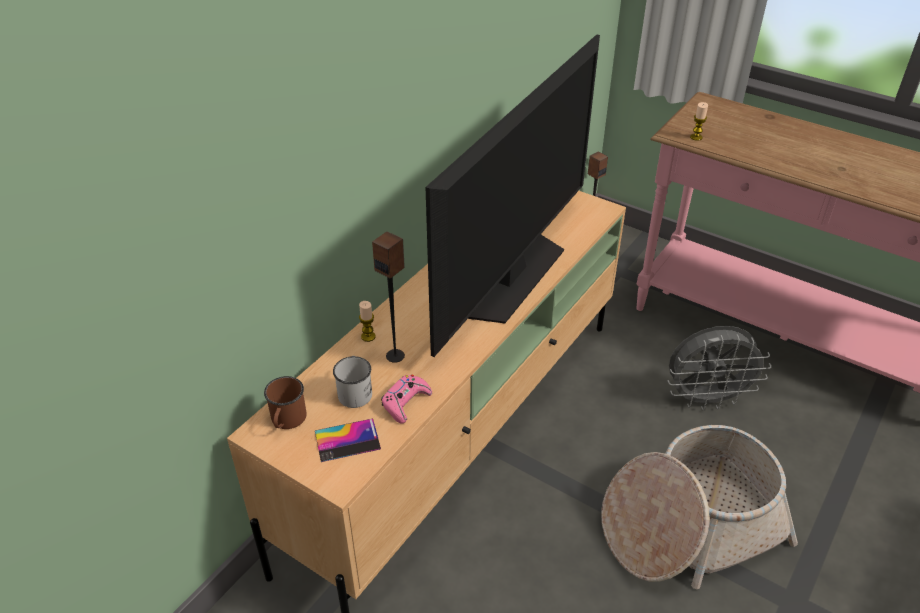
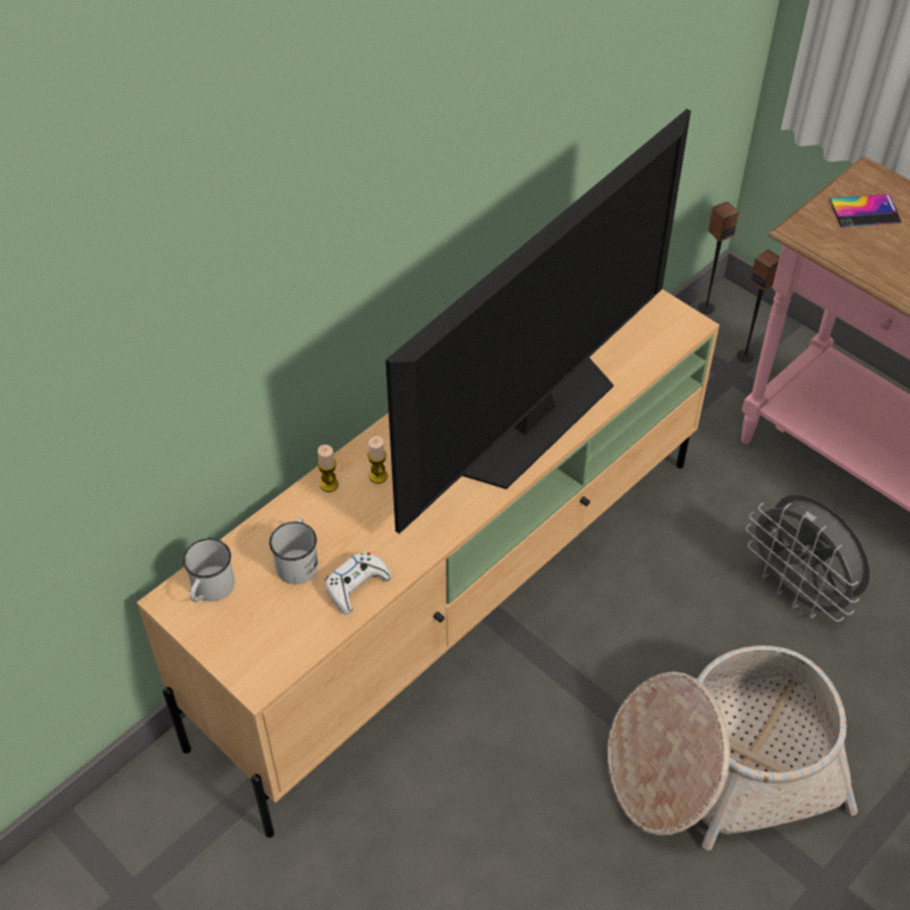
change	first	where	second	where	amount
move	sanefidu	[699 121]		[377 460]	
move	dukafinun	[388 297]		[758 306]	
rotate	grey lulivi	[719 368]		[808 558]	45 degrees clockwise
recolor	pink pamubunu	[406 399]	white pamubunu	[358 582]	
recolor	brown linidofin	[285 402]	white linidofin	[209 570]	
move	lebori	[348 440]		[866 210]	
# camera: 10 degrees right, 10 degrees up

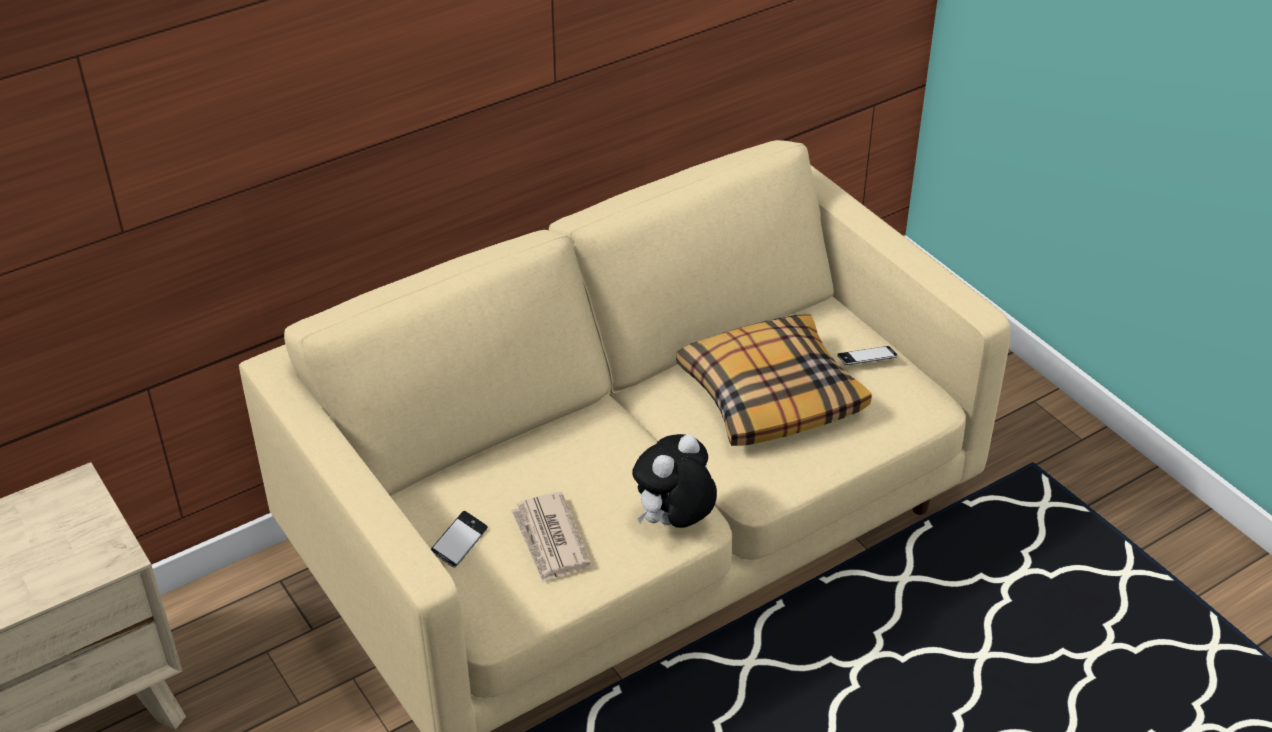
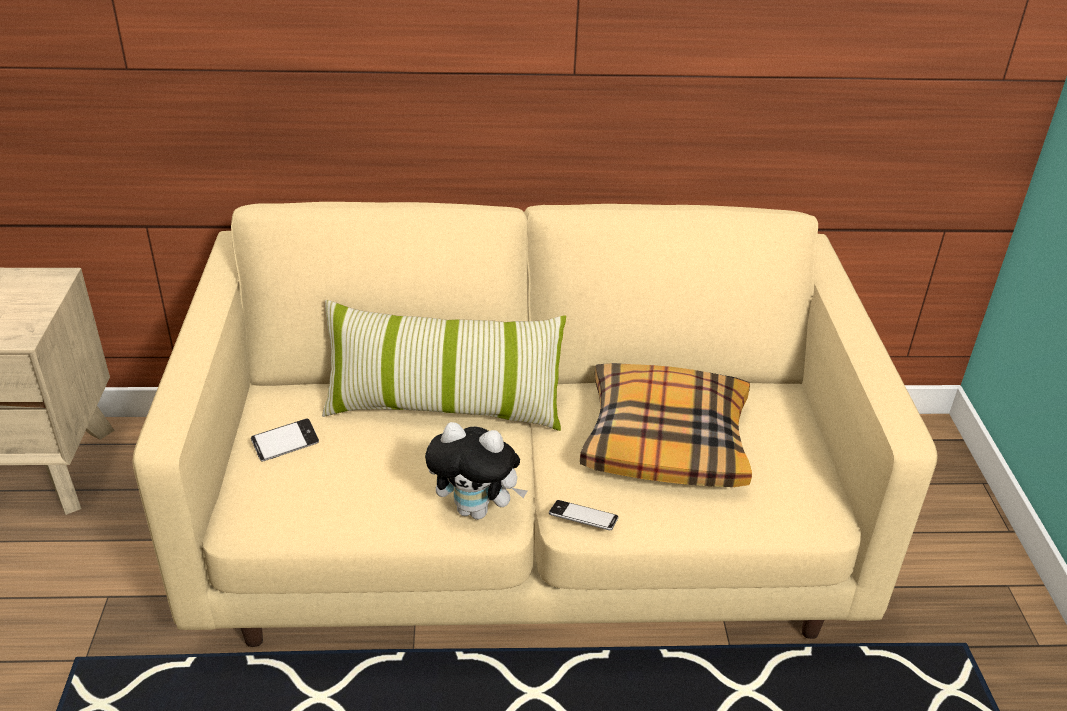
change	first	where	second	where	amount
move	lebori	[867 355]		[583 515]	
rotate	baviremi	[674 481]		[476 471]	150 degrees counterclockwise
delete	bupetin	[550 537]			
insert			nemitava	[444 365]	
# camera: 30 degrees right, 5 degrees down

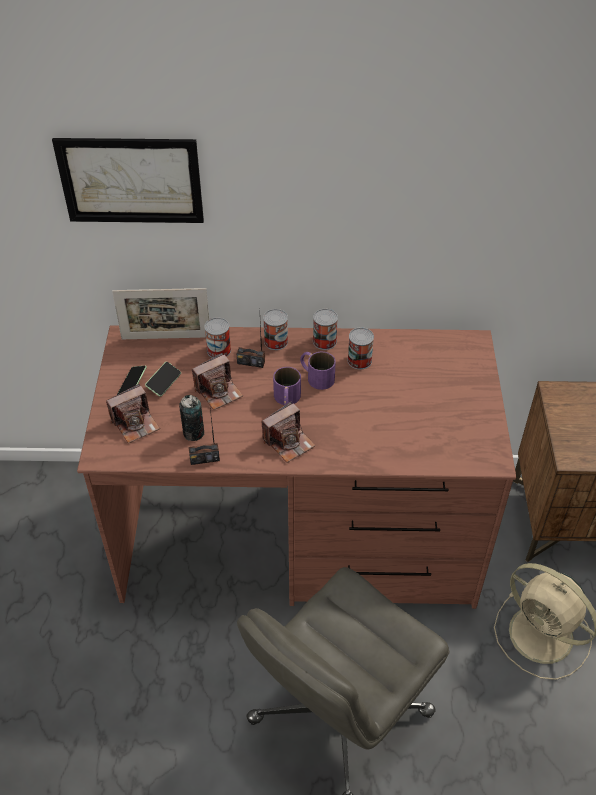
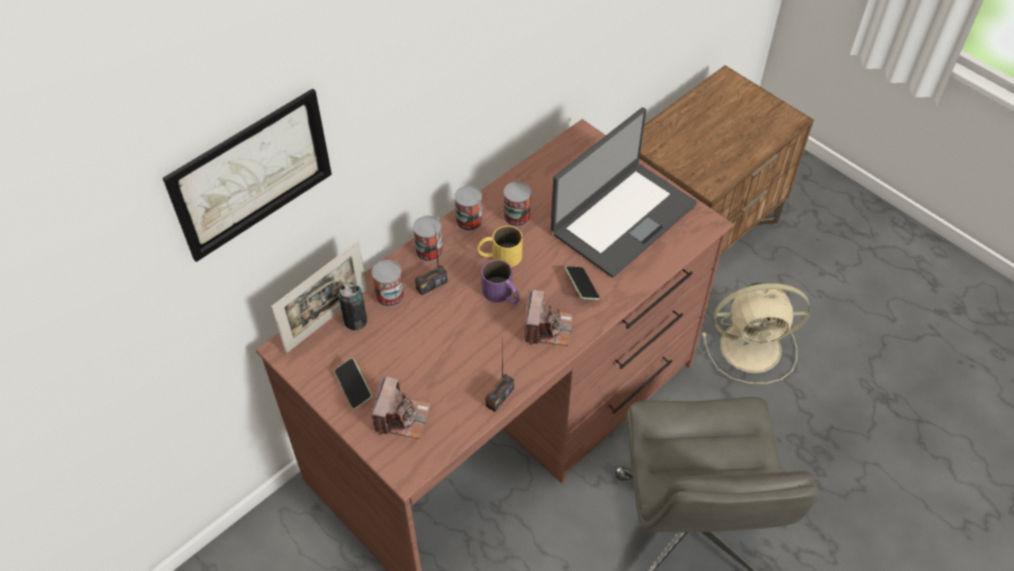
change	first	where	second	where	amount
recolor	purple linidofin	[318 371]	yellow linidofin	[500 246]	
delete	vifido	[217 381]			
move	lebori	[163 379]		[582 283]	
move	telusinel	[191 418]		[352 306]	
insert			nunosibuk	[623 192]	
# camera: 45 degrees left, 5 degrees up

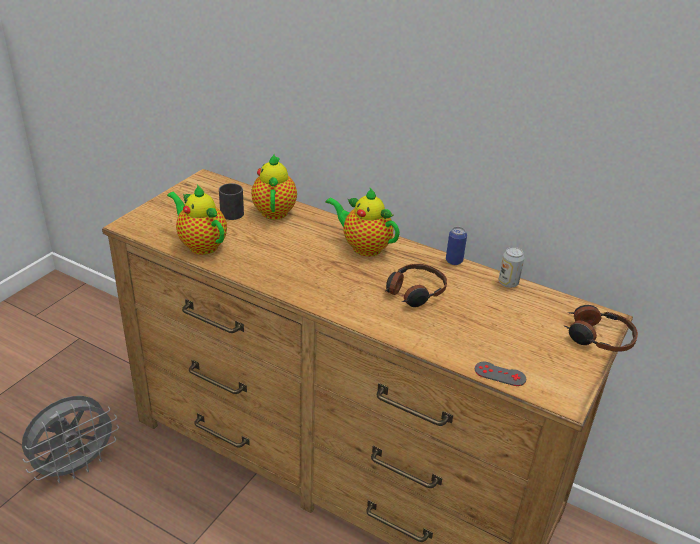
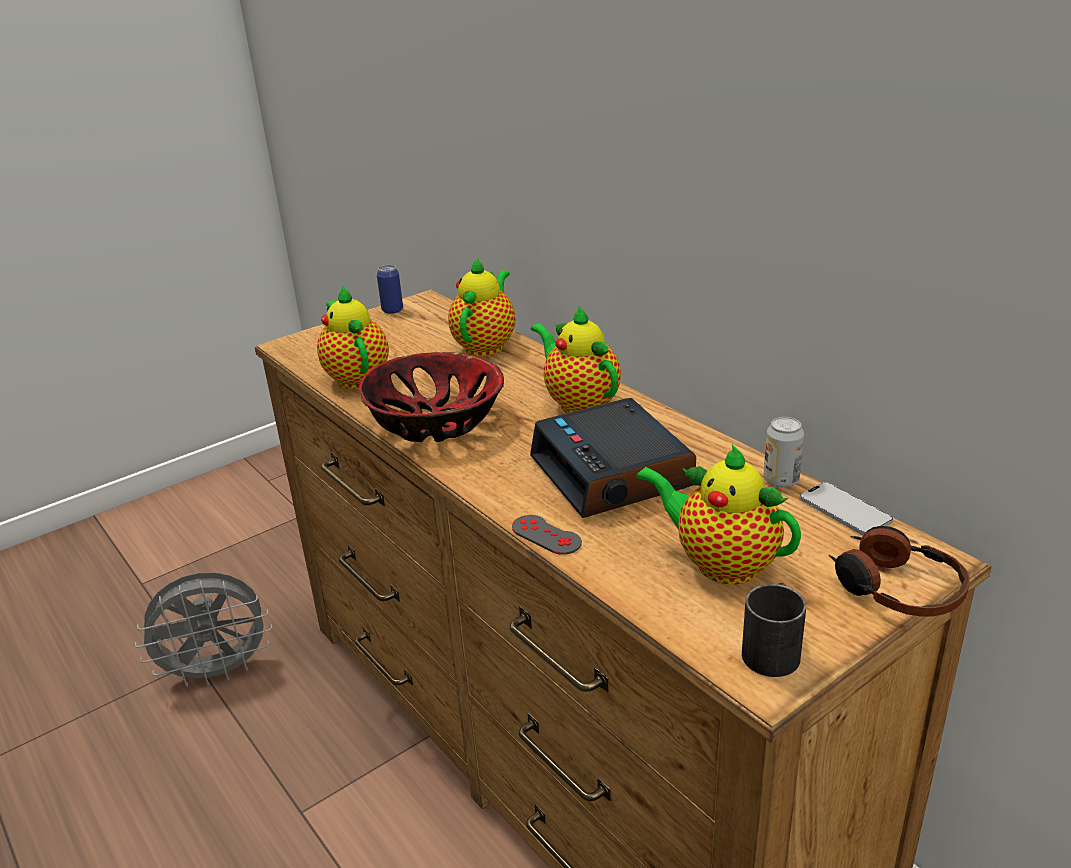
change	first	where	second	where	amount
move	black linidofin	[231 201]		[774 630]	
move	telusinel	[456 245]		[390 289]	
replace	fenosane	[416 285]	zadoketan	[613 458]	
move	grey pamubunu	[500 374]		[547 535]	
insert			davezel	[431 397]	
insert			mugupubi	[718 514]	
insert			lebori	[846 508]	
# camera: 25 degrees right, 5 degrees down

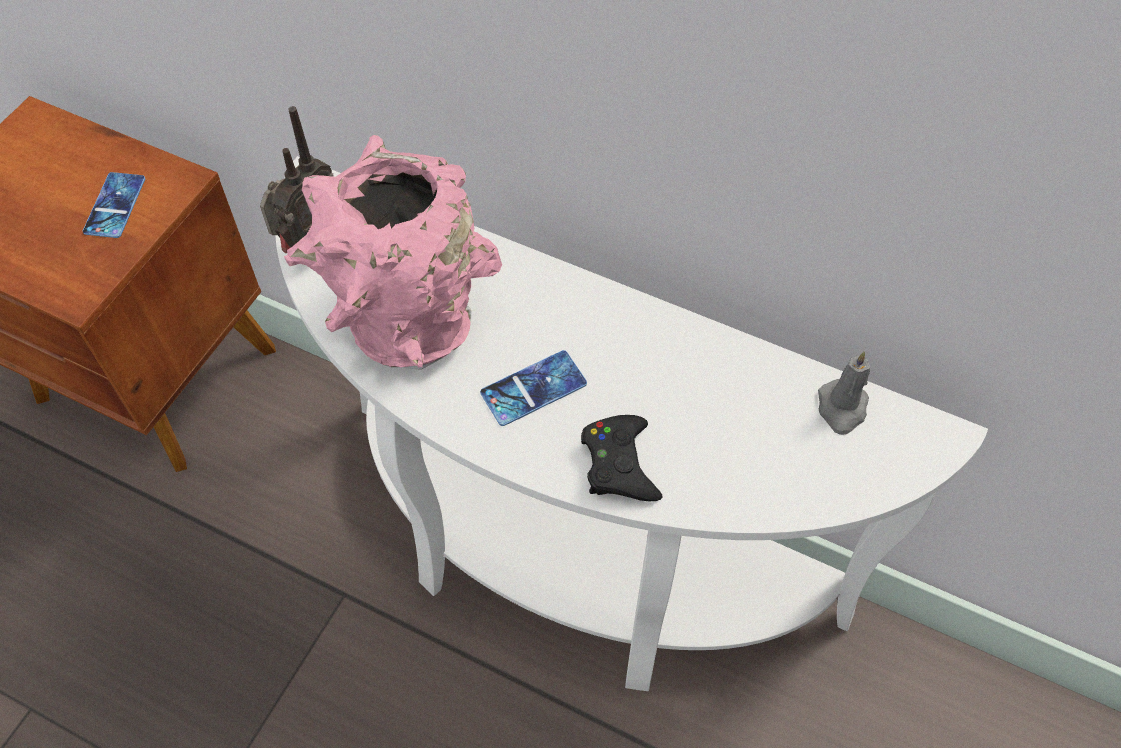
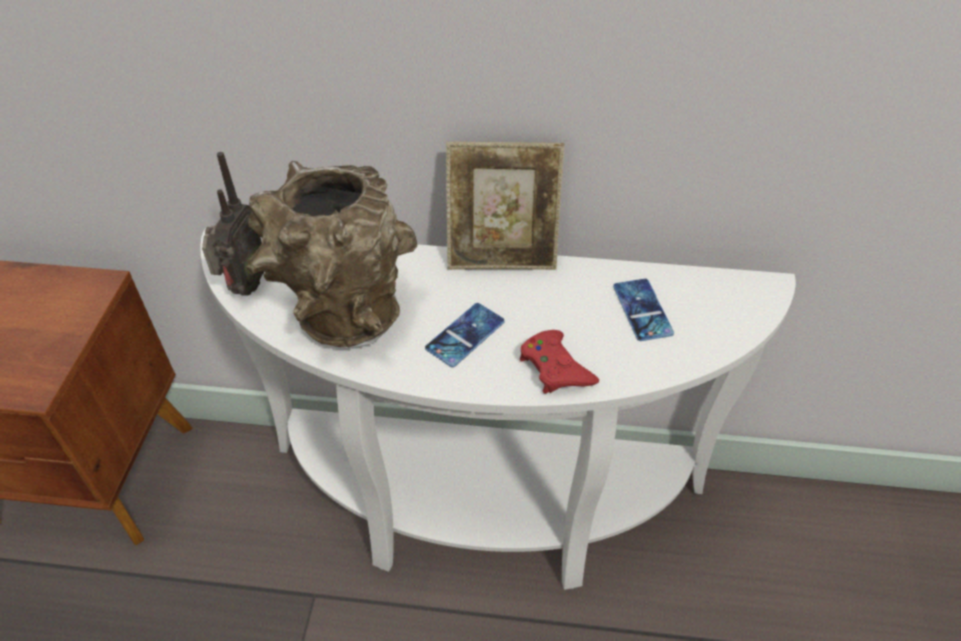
change	first	where	second	where	amount
recolor	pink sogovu	[393 252]	brown sogovu	[331 254]	
move	lebori	[114 205]		[643 310]	
delete	grey sanefidu	[844 393]			
recolor	black pamubunu	[621 458]	red pamubunu	[559 362]	
insert			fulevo	[505 205]	
# camera: 20 degrees left, 10 degrees down

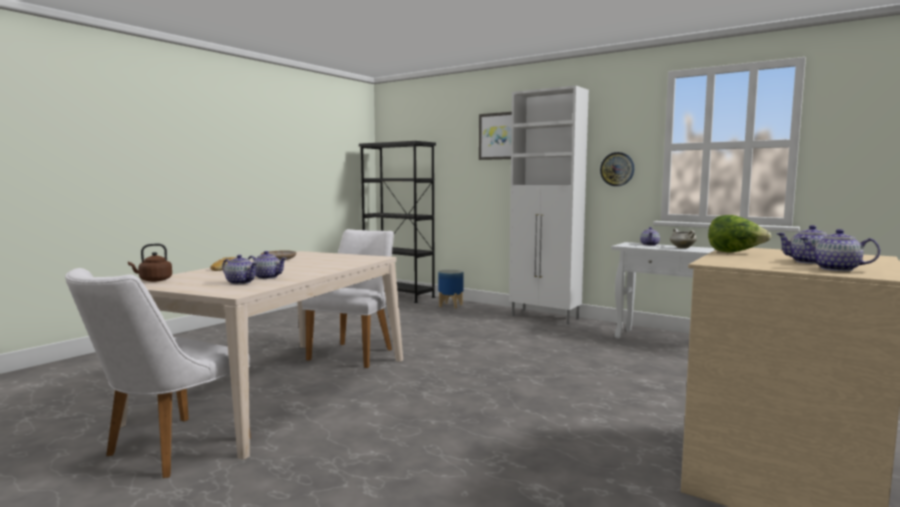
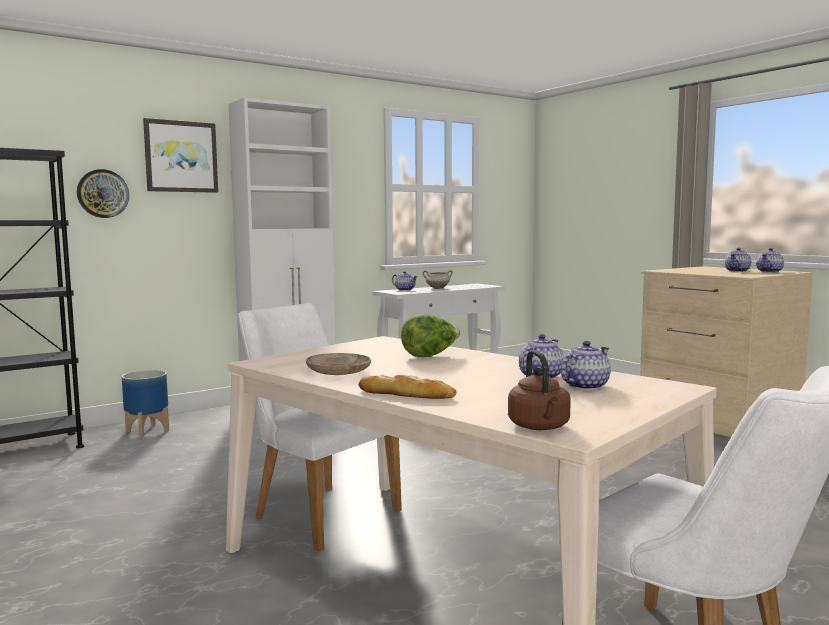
change	first	where	second	where	amount
move	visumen	[617 169]		[103 193]	
move	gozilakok	[740 234]		[430 335]	
# camera: 70 degrees left, 0 degrees up

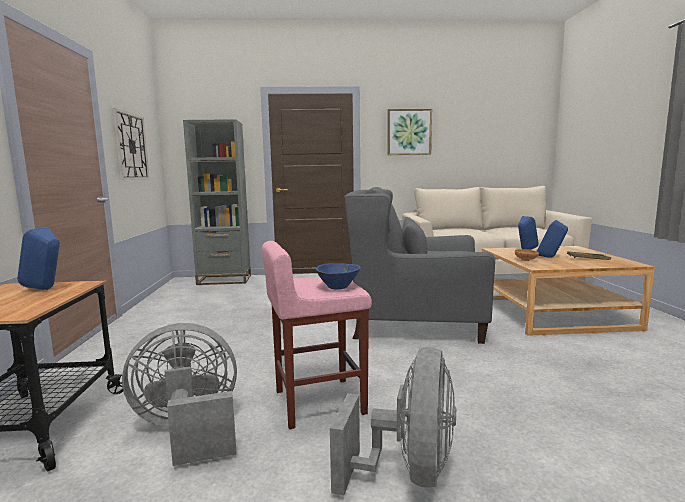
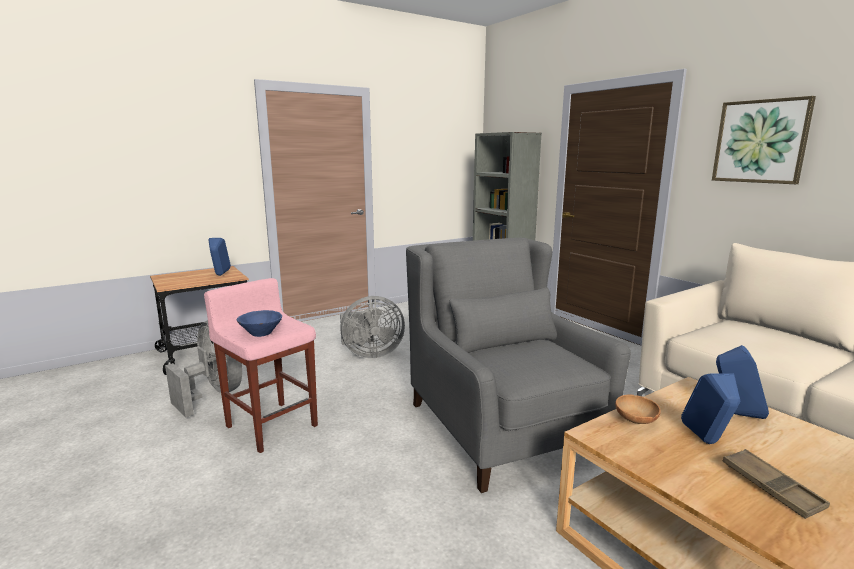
change	first	where	second	where	amount
delete	visumen	[131 144]			
move	grey lulivi	[393 421]		[372 327]	
# camera: 60 degrees right, 5 degrees up

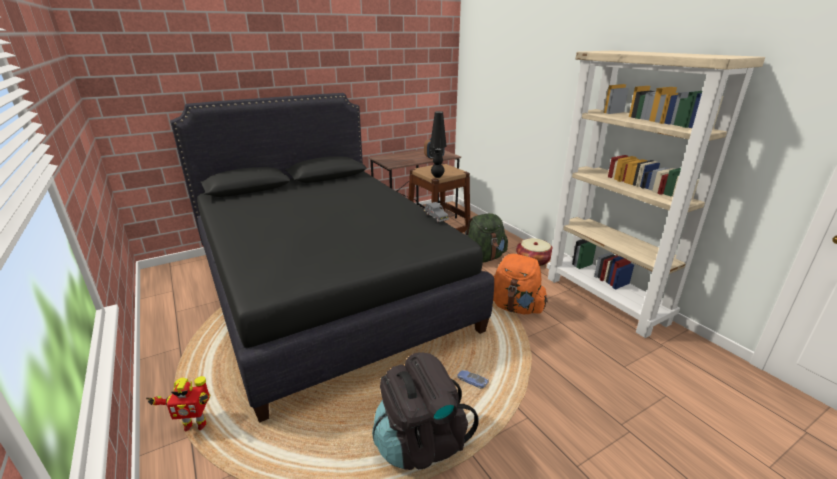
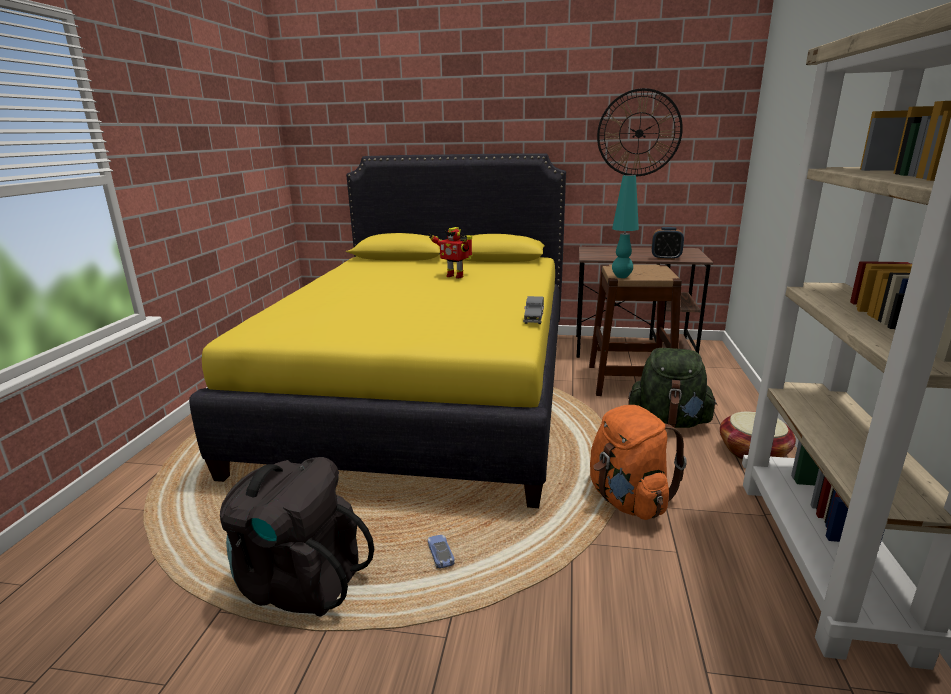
change	first	where	second	where	amount
recolor	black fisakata	[332 258]	yellow fisakata	[377 330]	
recolor	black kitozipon	[438 144]	turquoise kitozipon	[625 226]	
move	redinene	[178 403]		[451 253]	
insert			visumen	[640 132]	
# camera: 40 degrees right, 5 degrees down

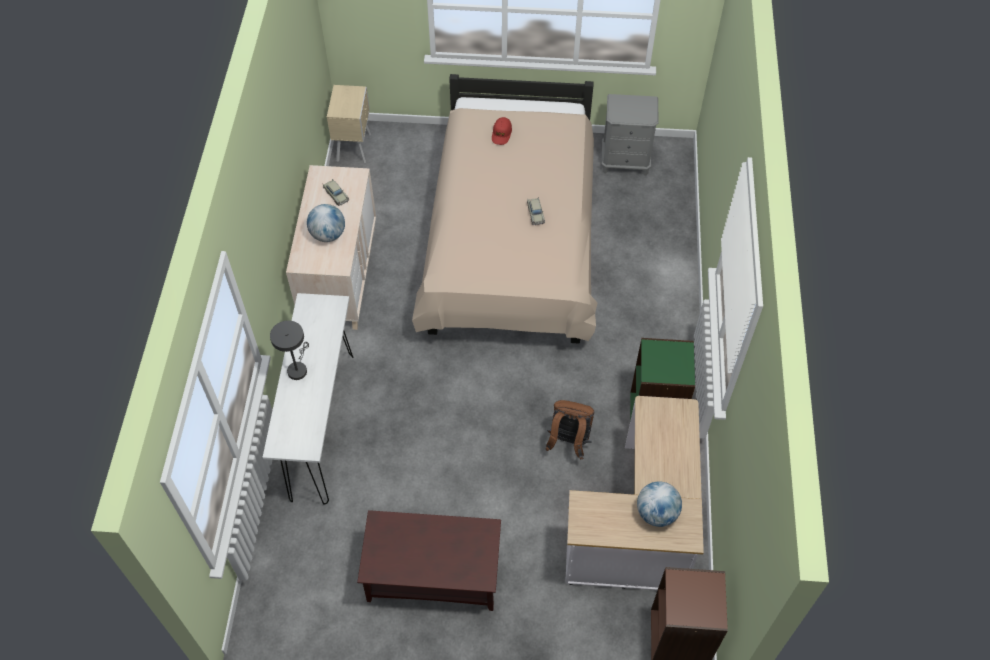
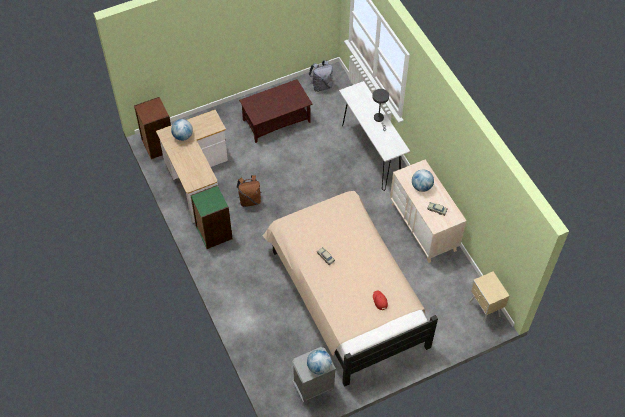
change	first	where	second	where	amount
insert			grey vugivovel	[321 76]	
insert			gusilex	[319 362]	
# camera: 150 degrees right, 0 degrees up

